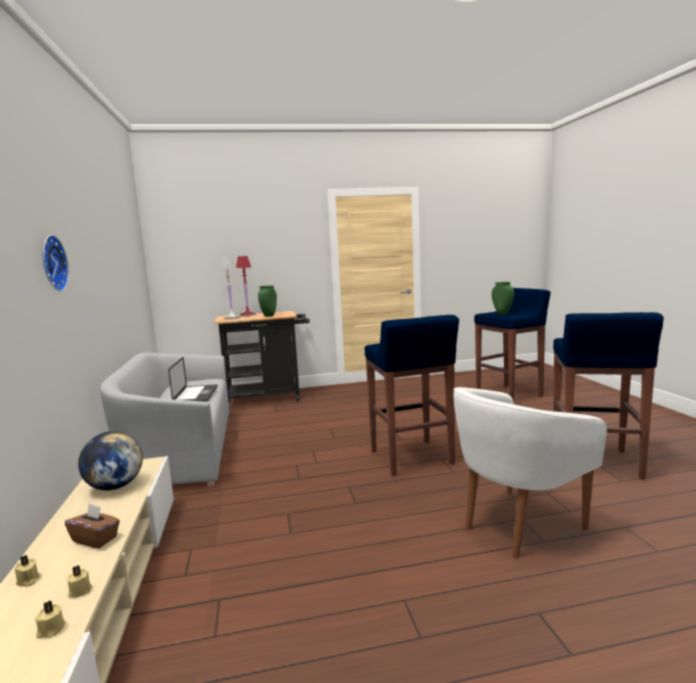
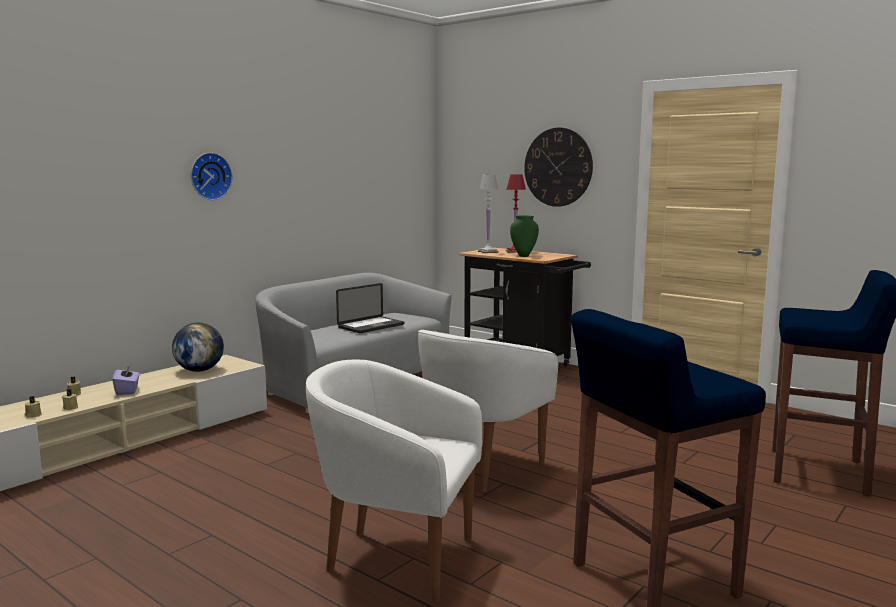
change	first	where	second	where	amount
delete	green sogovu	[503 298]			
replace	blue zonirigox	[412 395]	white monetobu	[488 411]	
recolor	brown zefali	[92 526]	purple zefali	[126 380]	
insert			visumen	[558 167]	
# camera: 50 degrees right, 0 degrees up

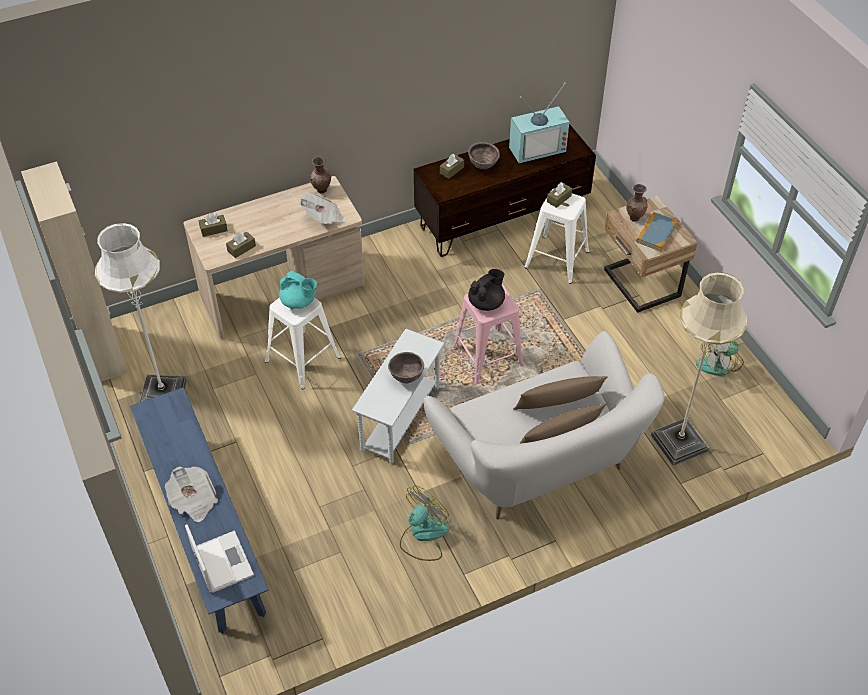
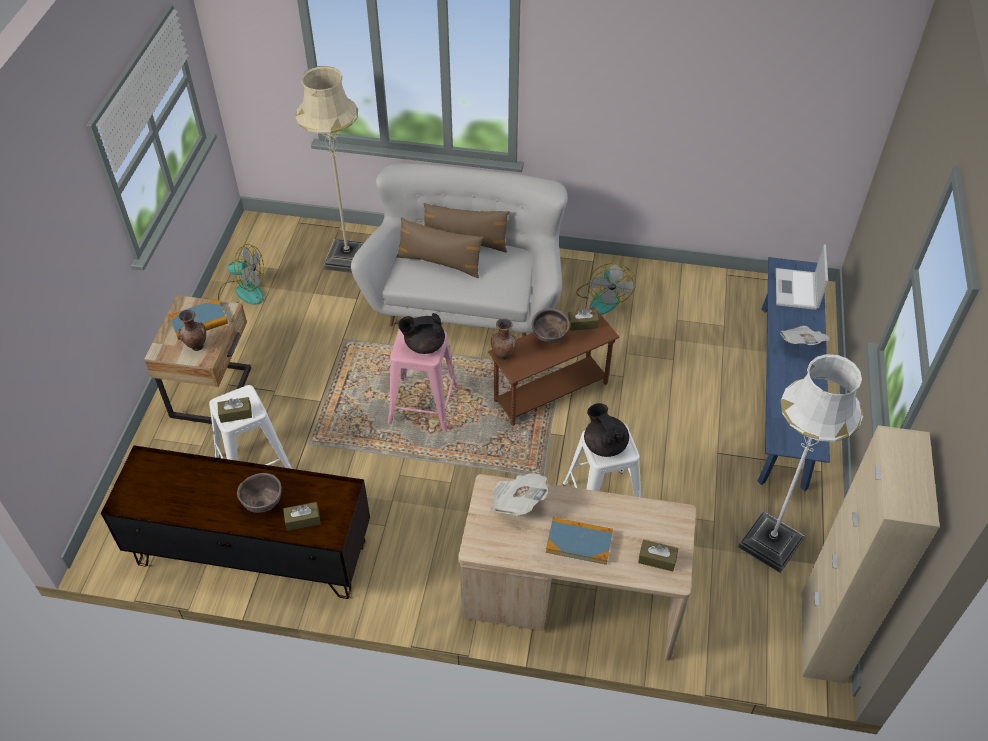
change	first	where	second	where	amount
delete	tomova	[539 122]			
move	brown sogovu	[320 175]		[504 339]	
move	brown zefali	[241 244]		[583 319]	
recolor	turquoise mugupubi	[298 290]	black mugupubi	[606 430]	
recolor	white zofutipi	[398 396]	brown zofutipi	[553 366]	
rotate	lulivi	[424 523]		[606 289]	75 degrees counterclockwise
insert			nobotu	[579 541]	
# camera: 145 degrees left, 0 degrees up

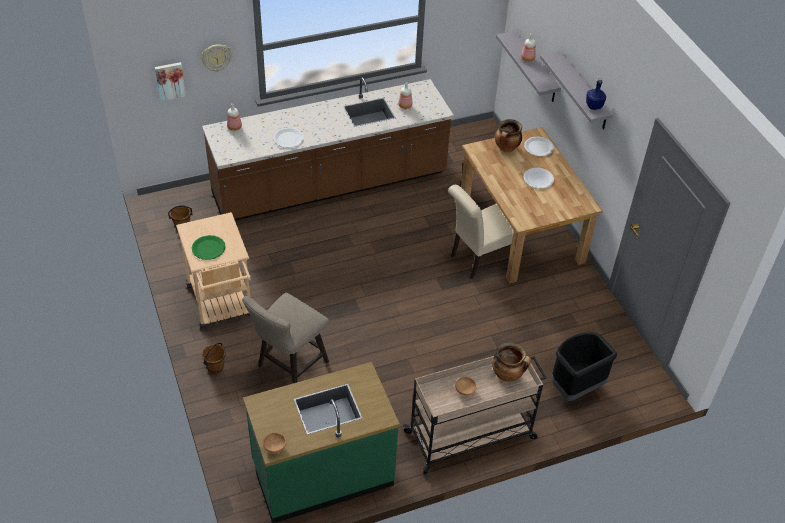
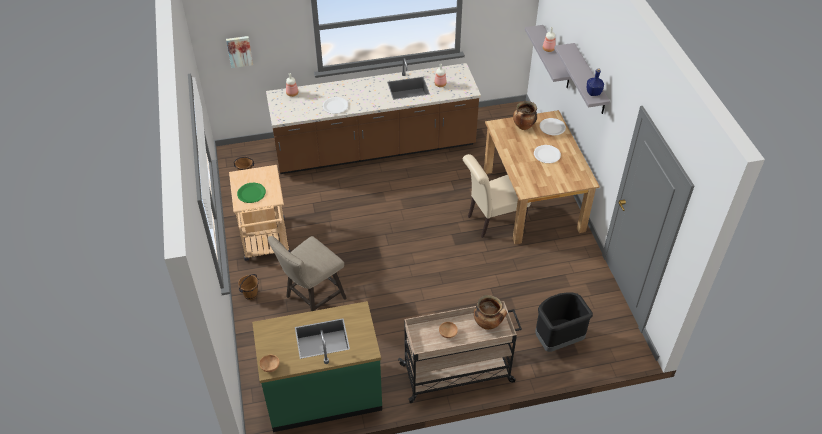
change	first	where	second	where	amount
delete	visumen	[216 57]			
# camera: 10 degrees right, 0 degrees up

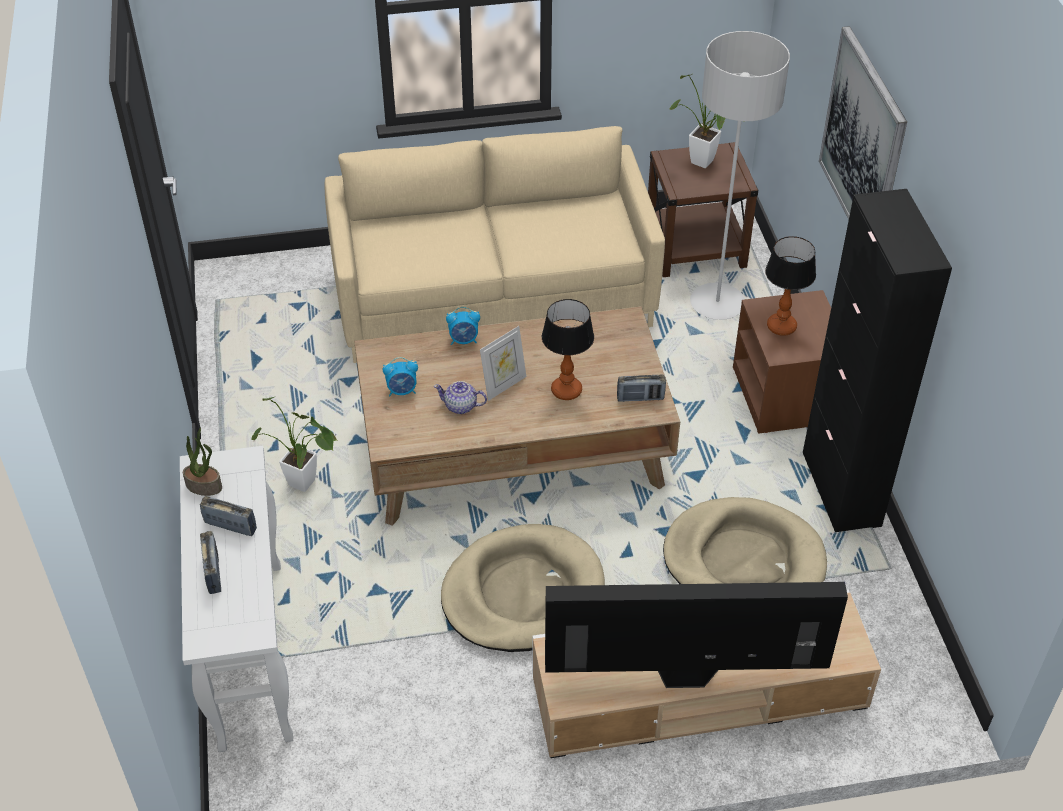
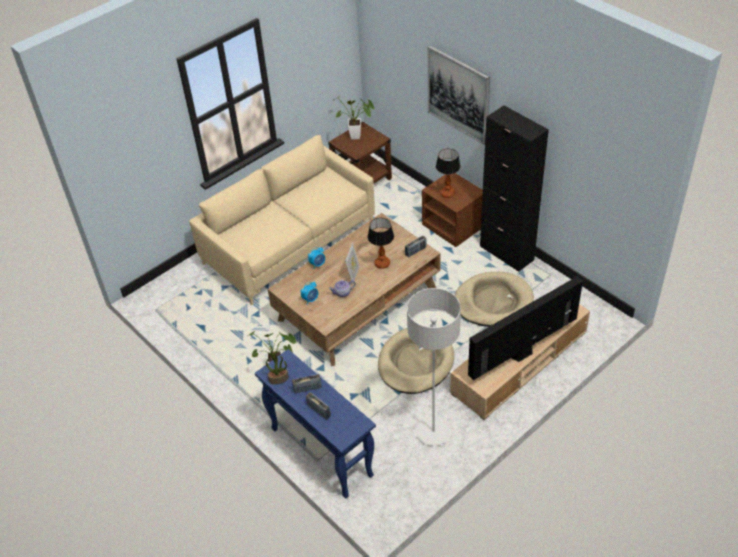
change	first	where	second	where	amount
move	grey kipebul	[740 175]		[434 367]	
recolor	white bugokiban	[236 599]	blue bugokiban	[315 423]	
# camera: 30 degrees left, 0 degrees up

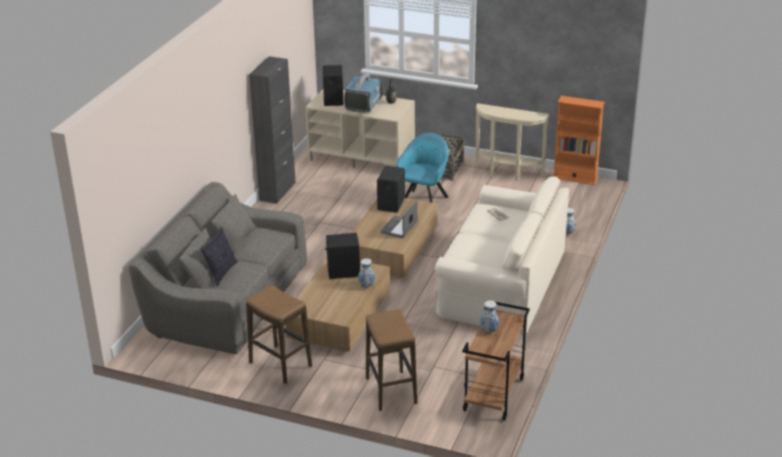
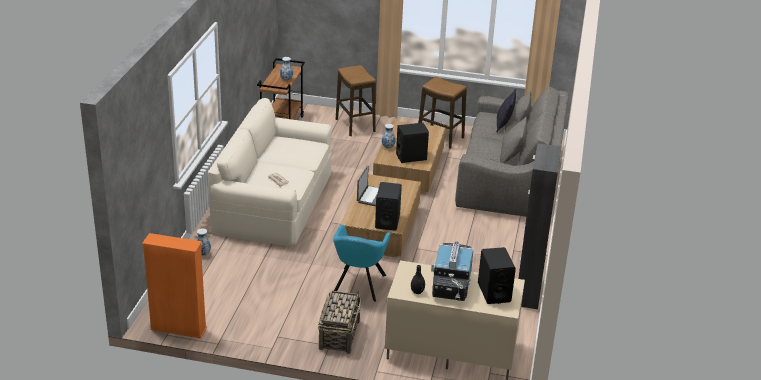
change	first	where	second	where	amount
delete	beige bugokiban	[512 142]			
# camera: 170 degrees right, 0 degrees up

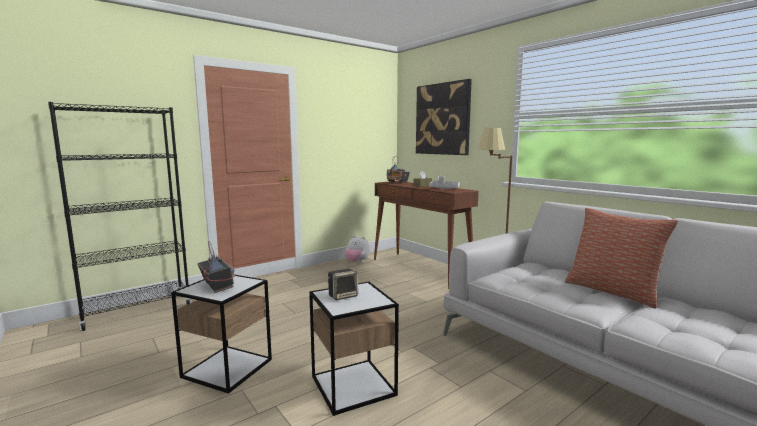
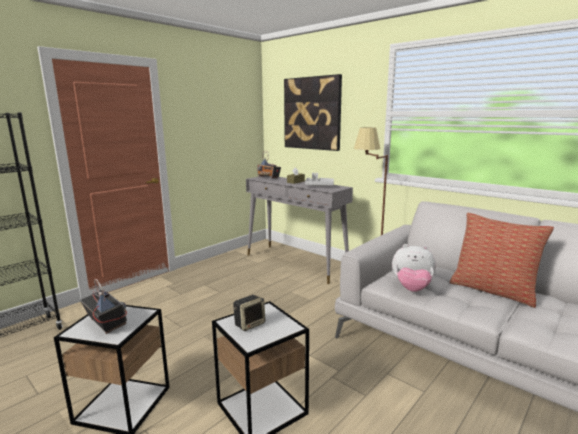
change	first	where	second	where	amount
recolor	brown bugokiban	[426 235]	grey bugokiban	[299 230]	
move	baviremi	[357 249]		[414 268]	
# camera: 10 degrees left, 5 degrees up

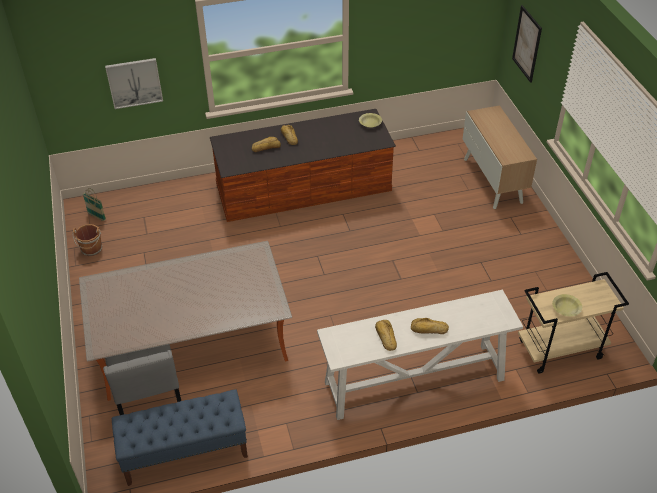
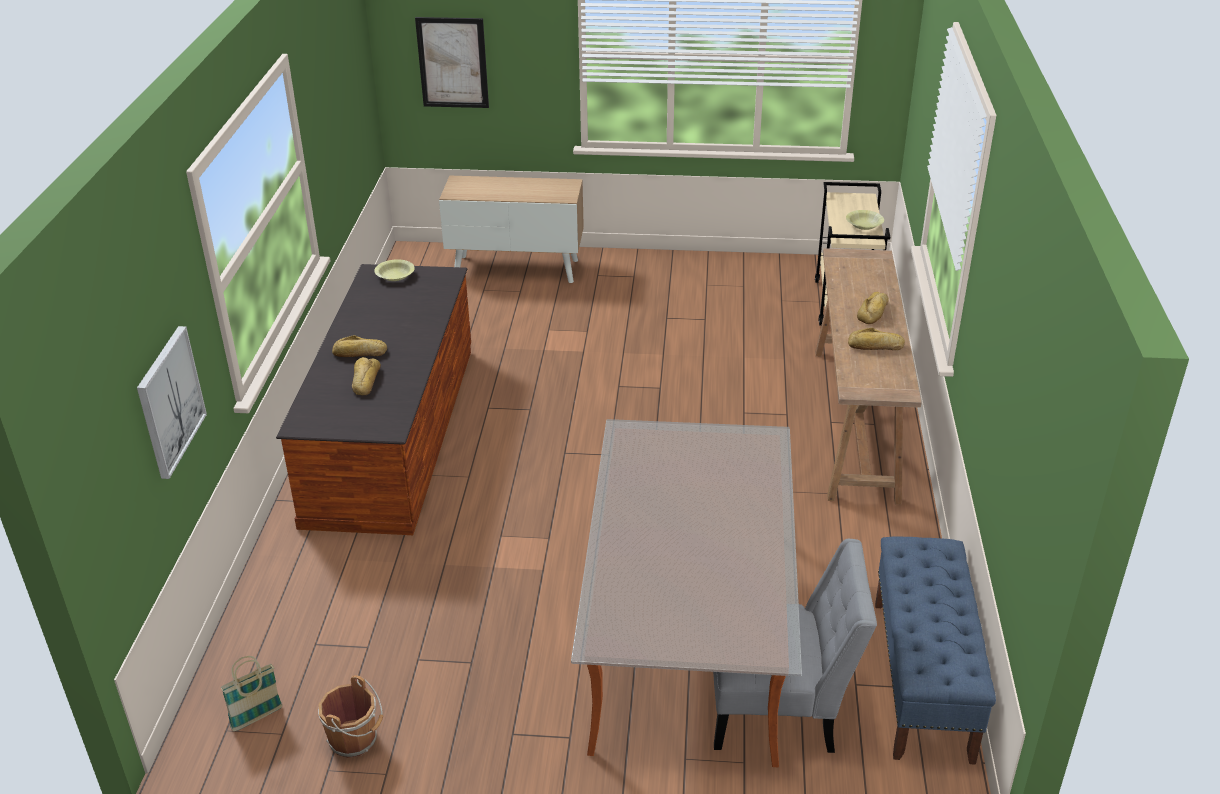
change	first	where	second	where	amount
recolor	white bugokiban	[420 355]	brown bugokiban	[868 376]	
# camera: 70 degrees left, 10 degrees down

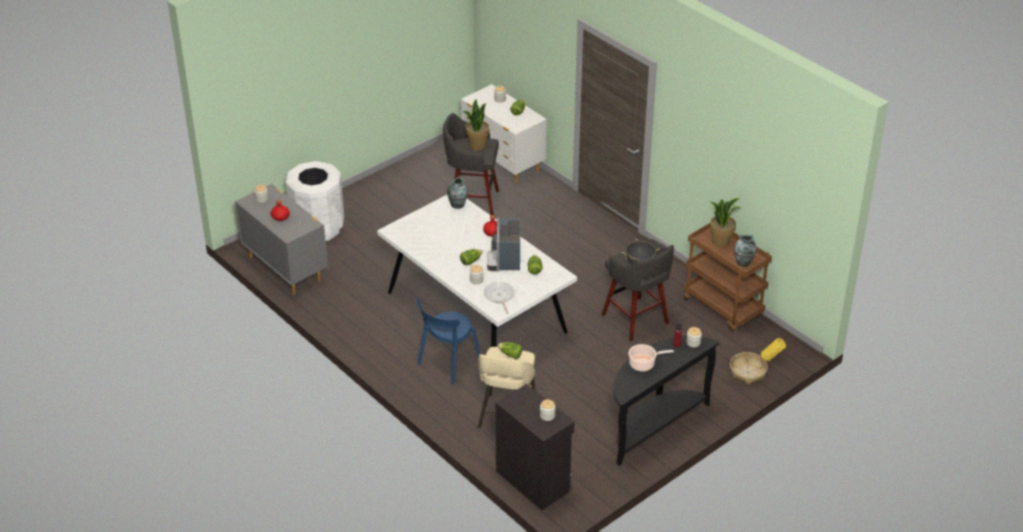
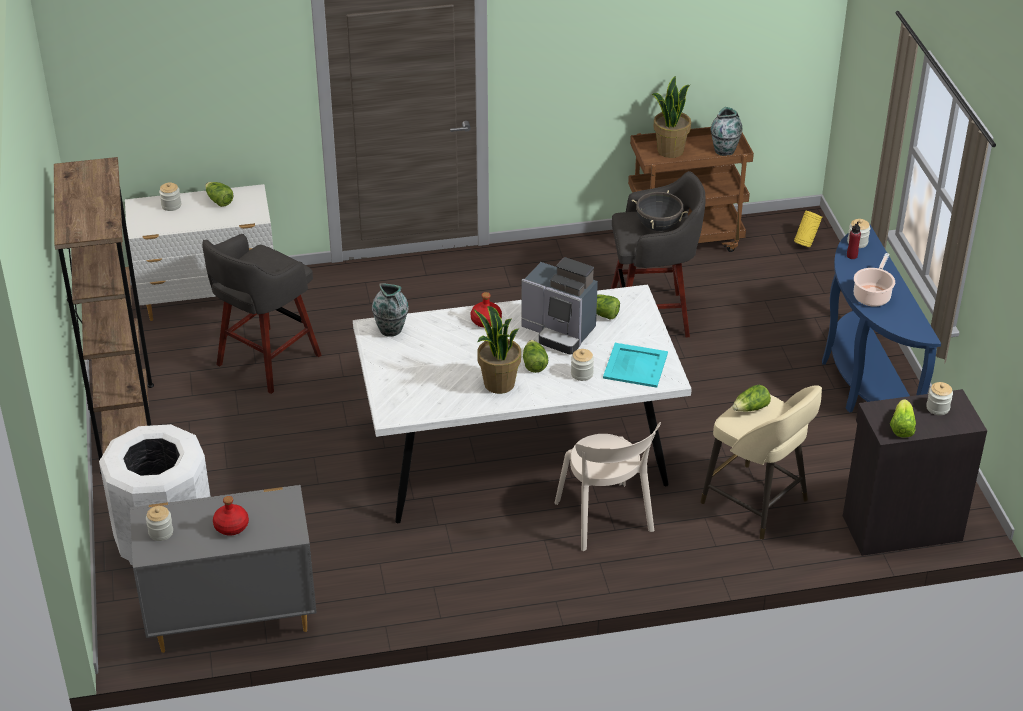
change	first	where	second	where	amount
move	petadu	[476 124]		[497 350]	
replace	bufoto	[499 298]	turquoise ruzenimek	[635 365]	
recolor	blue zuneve	[448 340]	beige zuneve	[608 486]	
recolor	black bugokiban	[666 401]	blue bugokiban	[881 318]	
delete	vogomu	[749 368]			
insert			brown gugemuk	[104 315]	
insert			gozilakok	[903 418]	
# camera: 60 degrees left, 0 degrees up

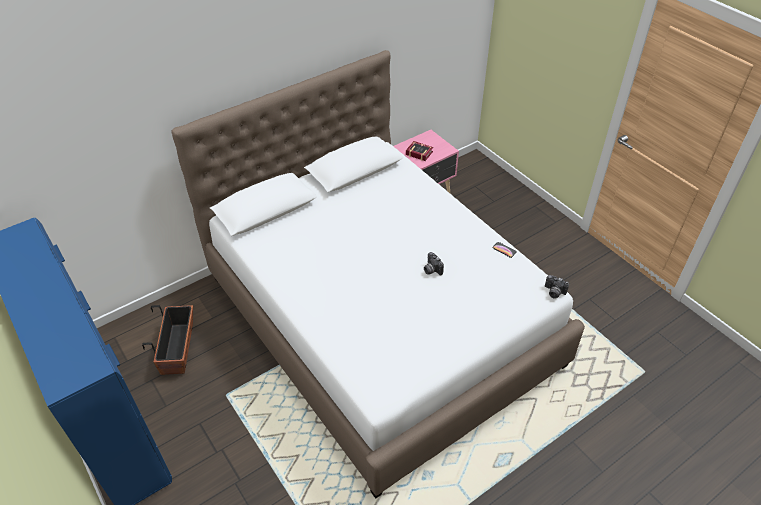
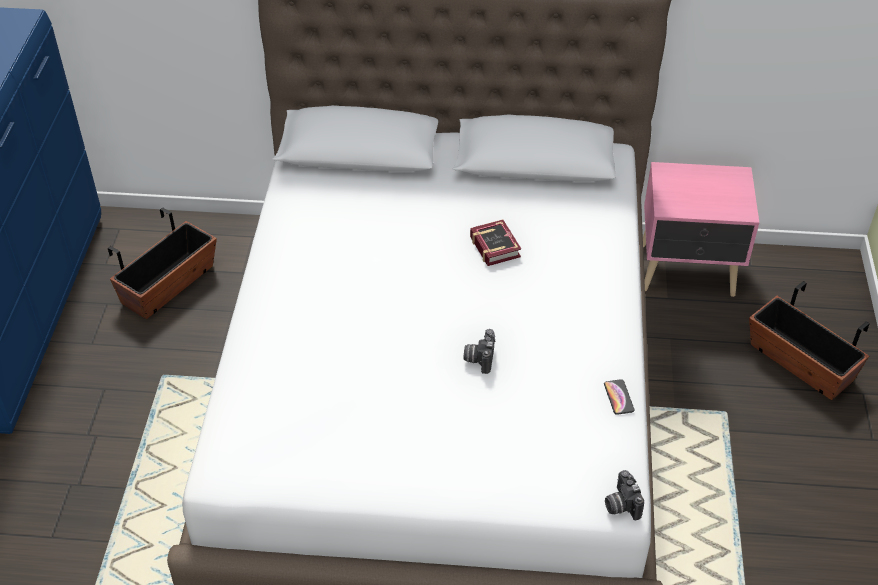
change	first	where	second	where	amount
move	nobotu	[419 151]		[495 243]	
insert			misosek	[809 340]	
# camera: 40 degrees right, 0 degrees up

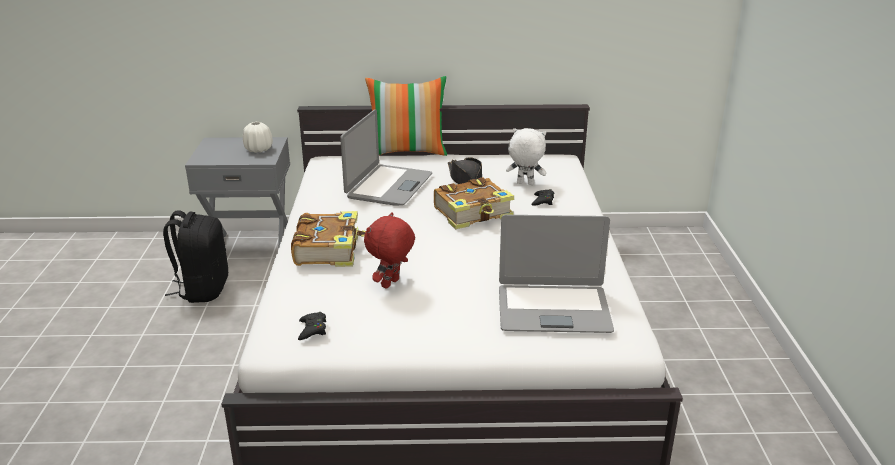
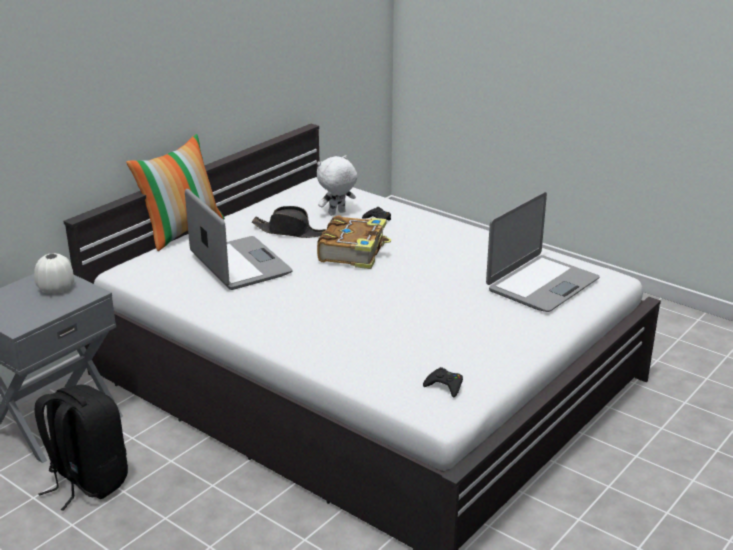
change	first	where	second	where	amount
delete	nobotu	[328 239]			
delete	red baviremi	[389 250]			
# camera: 50 degrees left, 0 degrees up

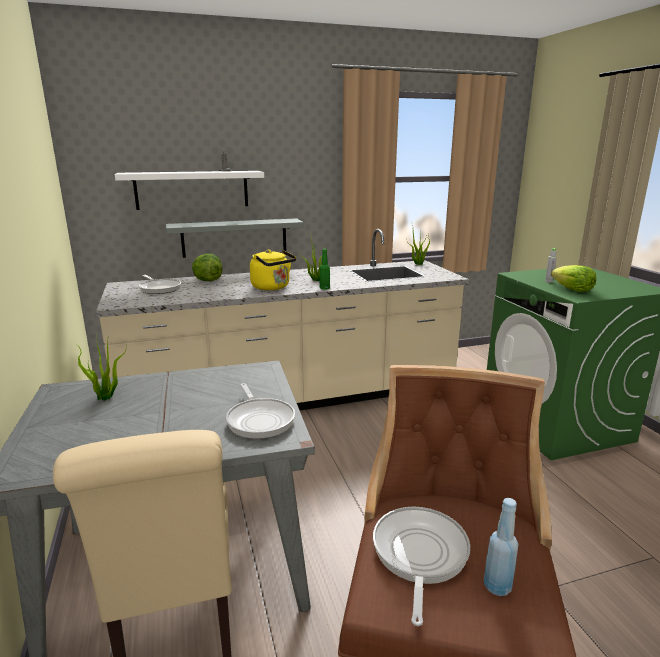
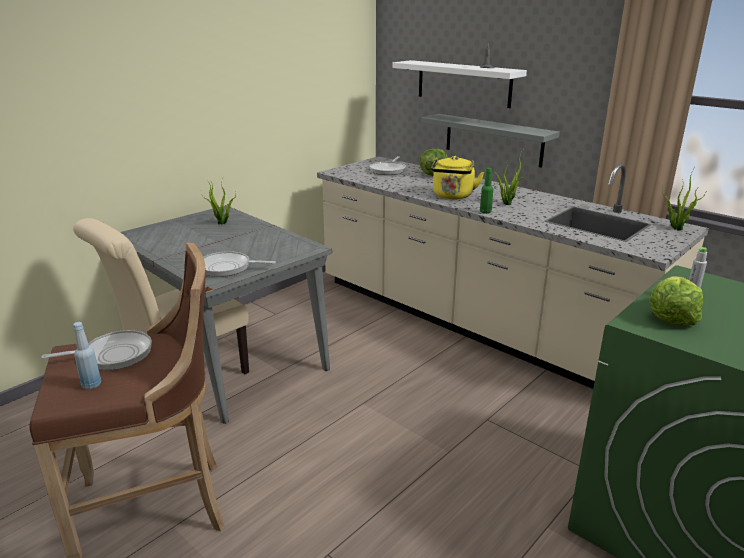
change	first	where	second	where	amount
rotate	bufoto	[260 411]		[240 264]	60 degrees clockwise
# camera: 60 degrees right, 5 degrees up

